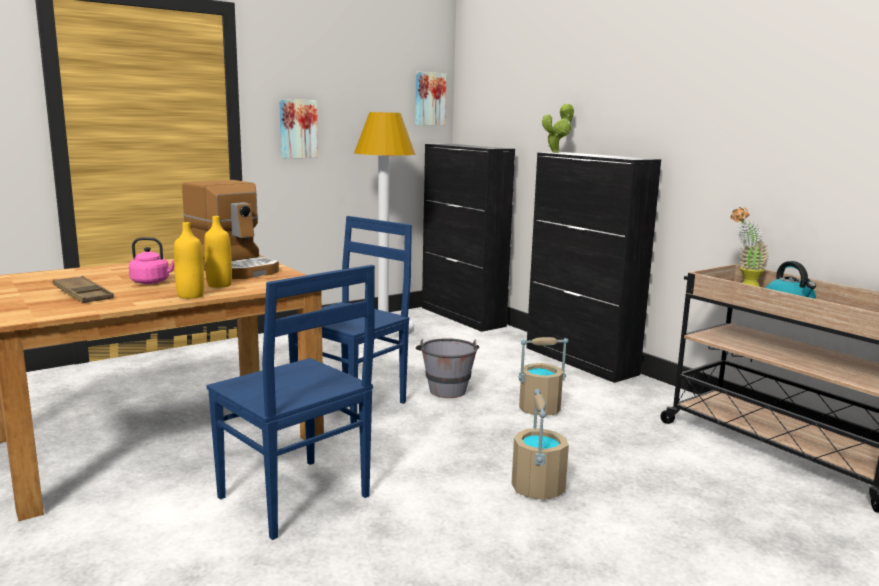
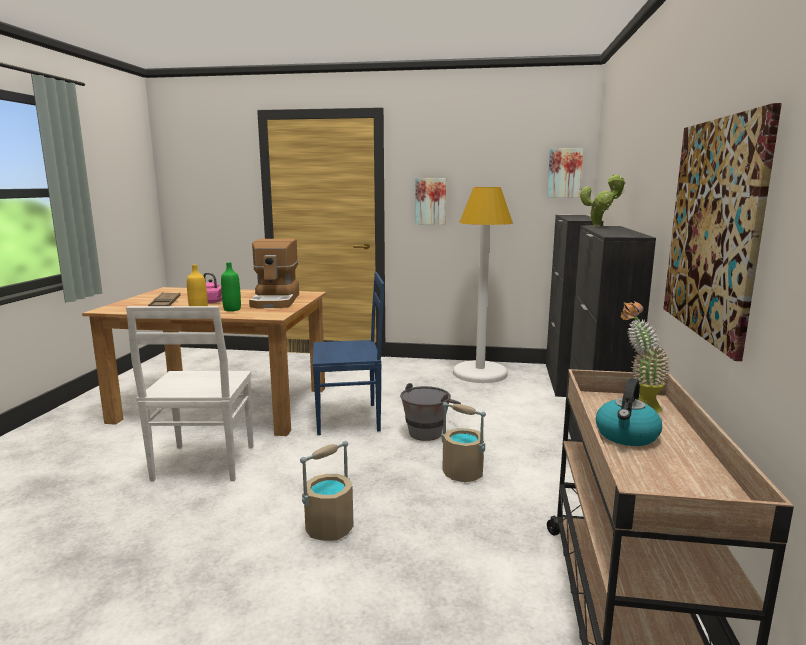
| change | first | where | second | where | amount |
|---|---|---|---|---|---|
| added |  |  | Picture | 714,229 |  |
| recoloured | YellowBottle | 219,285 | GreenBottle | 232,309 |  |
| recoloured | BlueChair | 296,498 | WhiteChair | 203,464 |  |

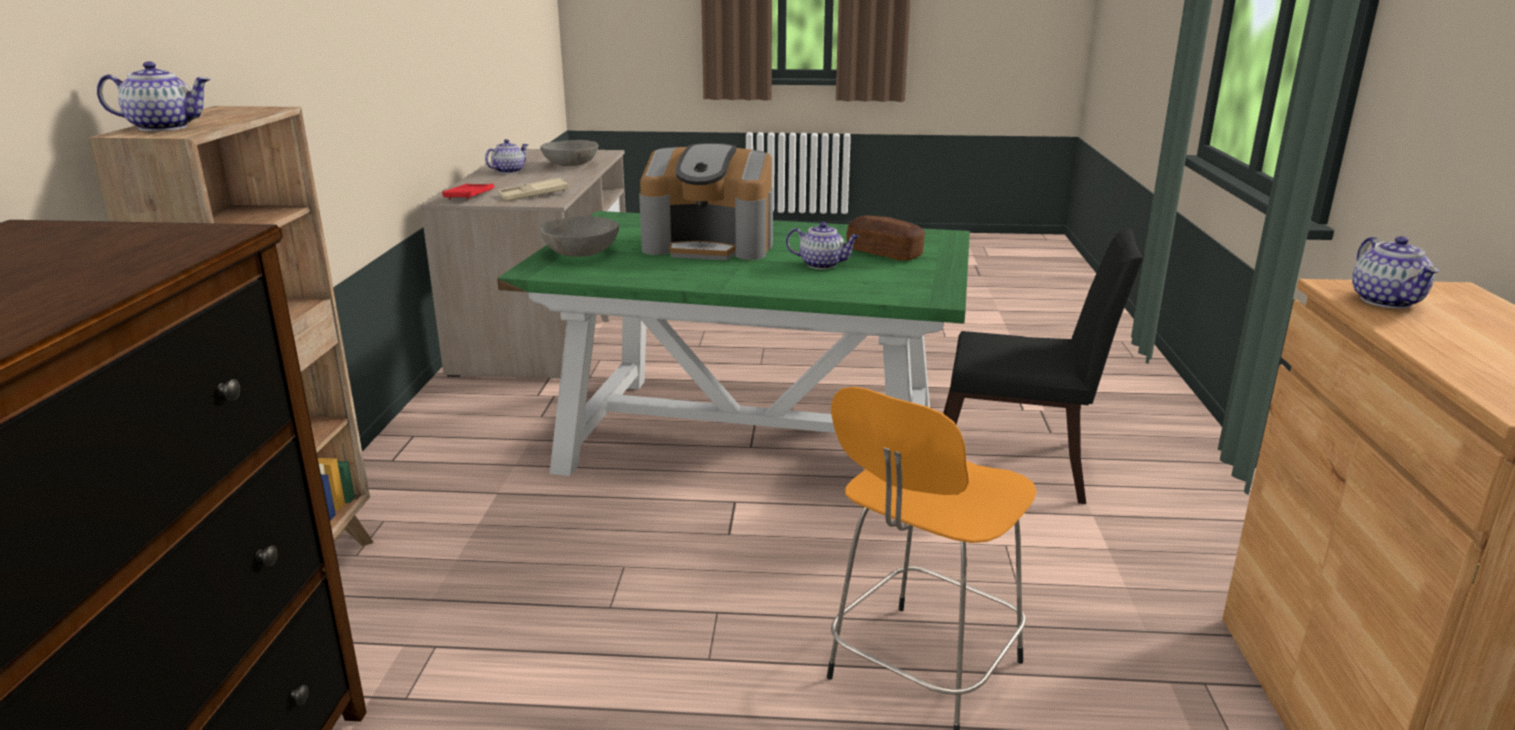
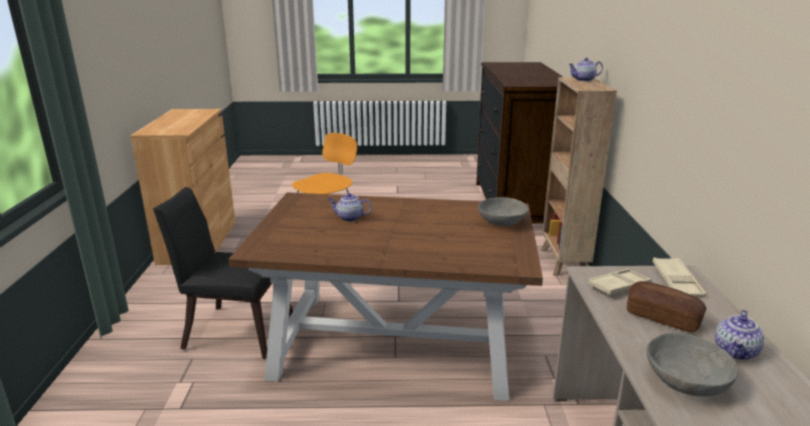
| change | first | where | second | where | amount |
|---|---|---|---|---|---|
| removed | CoffeeMachine | 710,245 |  |  |  |
| removed | Teapot | 1387,301 |  |  |  |
| moved | Bread | 884,253 |  | 662,317 |  |
| recoloured | RedTray | 469,196 | BeigeTray | 676,282 |  |
| recoloured | GreenDiningTable | 754,438 | BrownDiningTable | 393,343 |  |

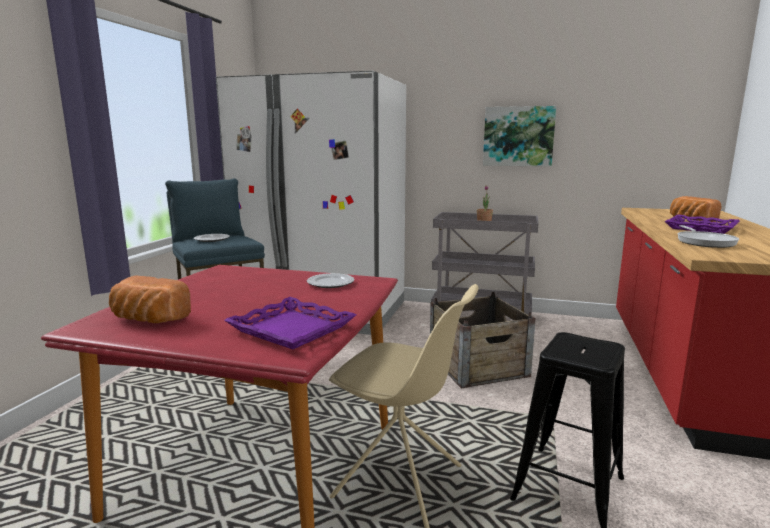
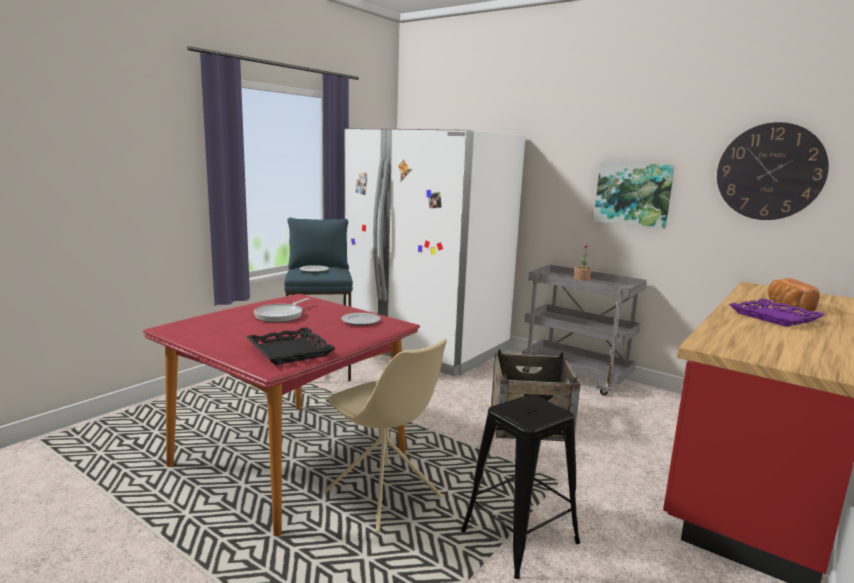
| change | first | where | second | where | amount |
|---|---|---|---|---|---|
| removed | Bread | 148,319 |  |  |  |
| added |  |  | WallClock | 770,172 |  |
| moved | FryingPan | 704,242 |  | 281,315 |  |
| recoloured | PurpleTray | 291,329 | BlackTray | 289,351 |  |

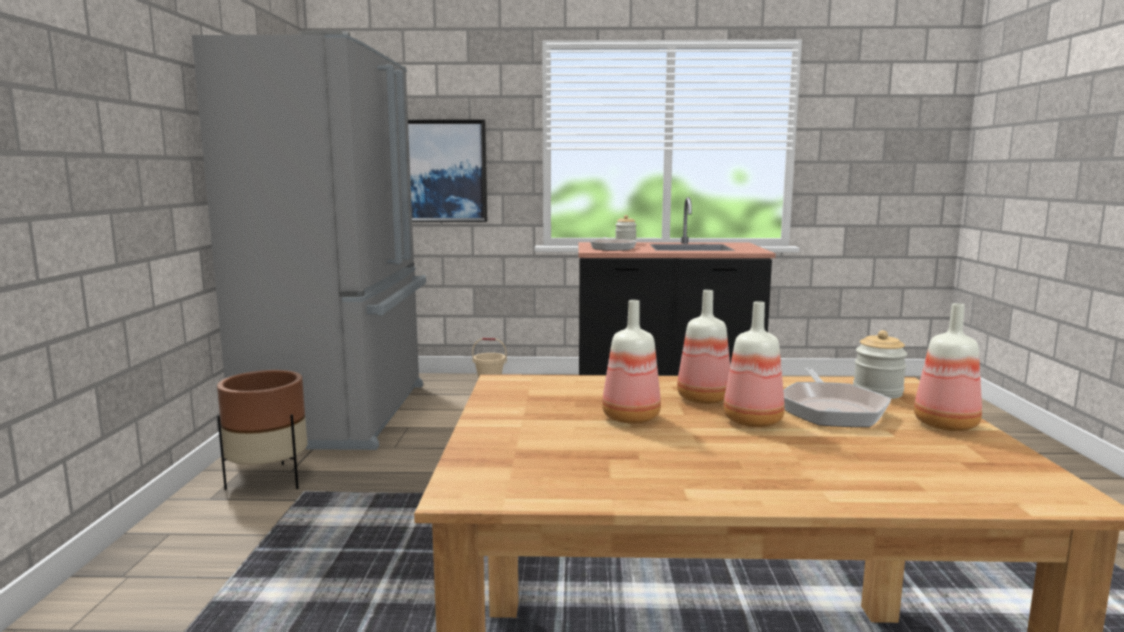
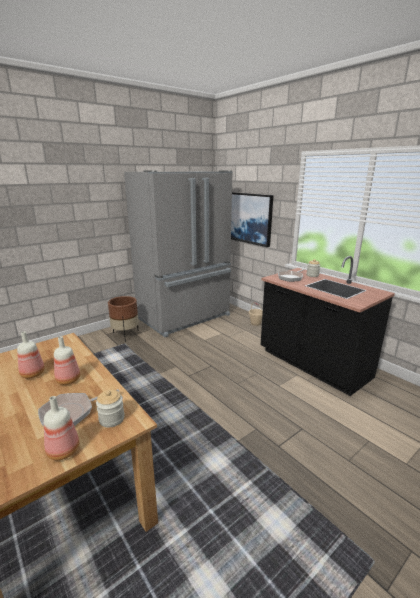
| change | first | where | second | where | amount |
|---|---|---|---|---|---|
| removed | Bottle | 754,421 |  |  |  |

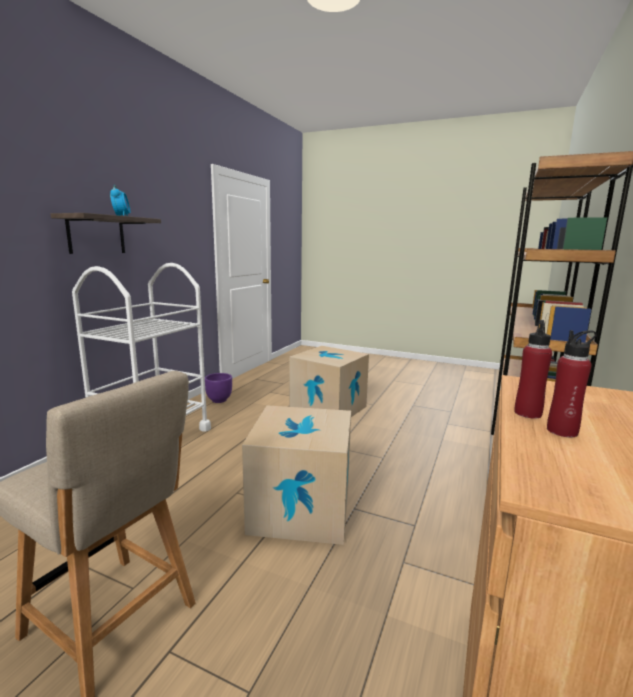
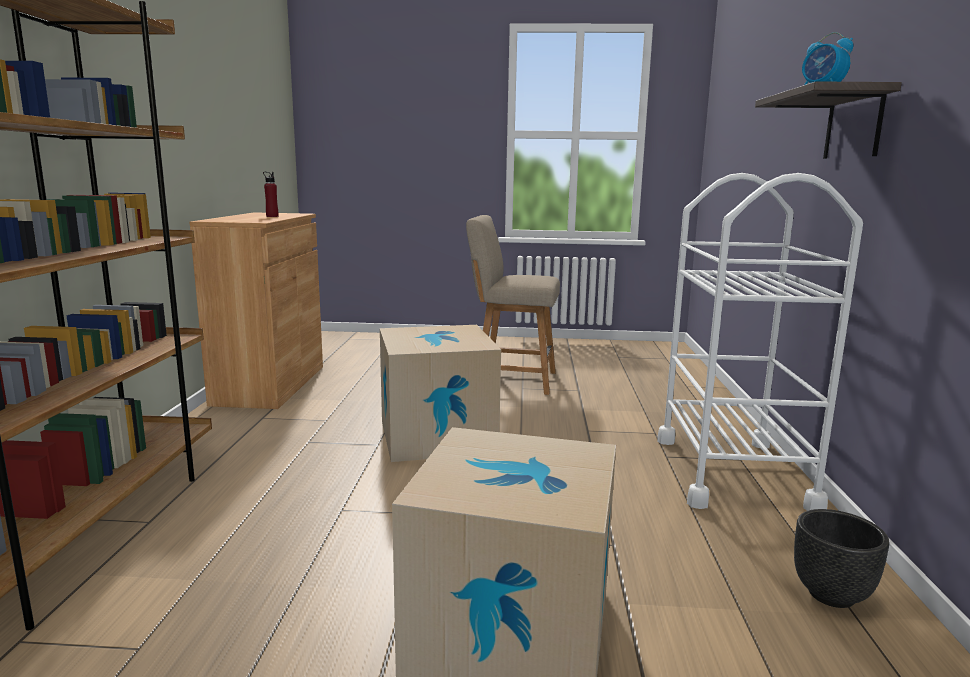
| change | first | where | second | where | amount |
|---|---|---|---|---|---|
| removed | RedBottle | 528,413 |  |  |  |
| recoloured | PurplePlanter | 219,400 | BlackPlanter | 830,594 |  |

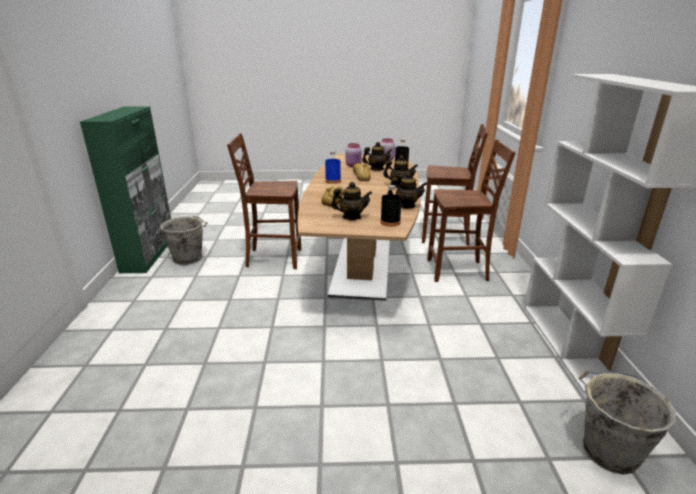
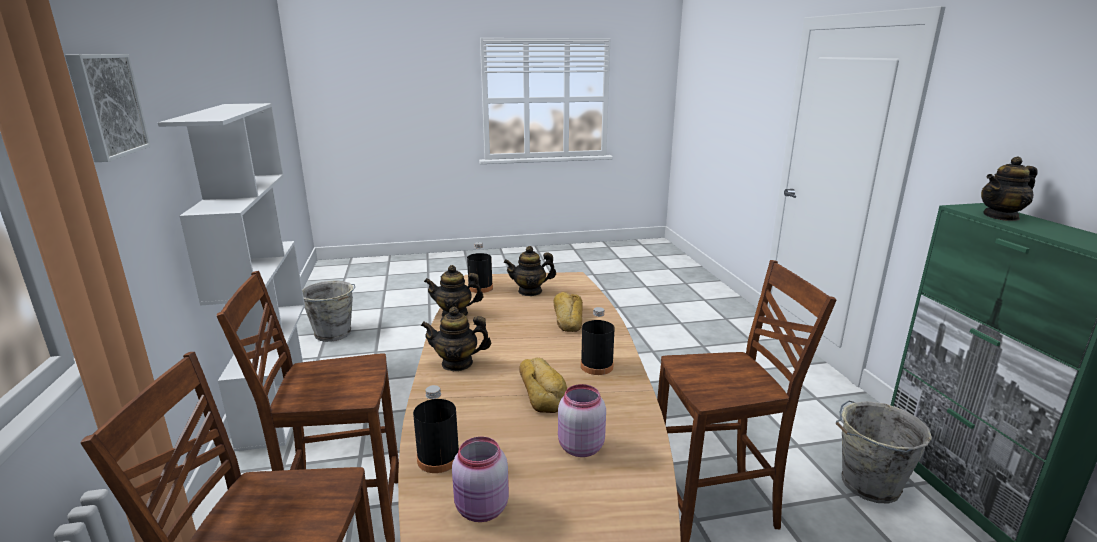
| change | first | where | second | where | amount |
|---|---|---|---|---|---|
| added |  |  | Picture | 105,105 |  |
| moved | Teapot | 376,169 |  | 1001,216 |  |
| recoloured | BlueBottle | 333,181 | BlackBottle | 596,366 |  |

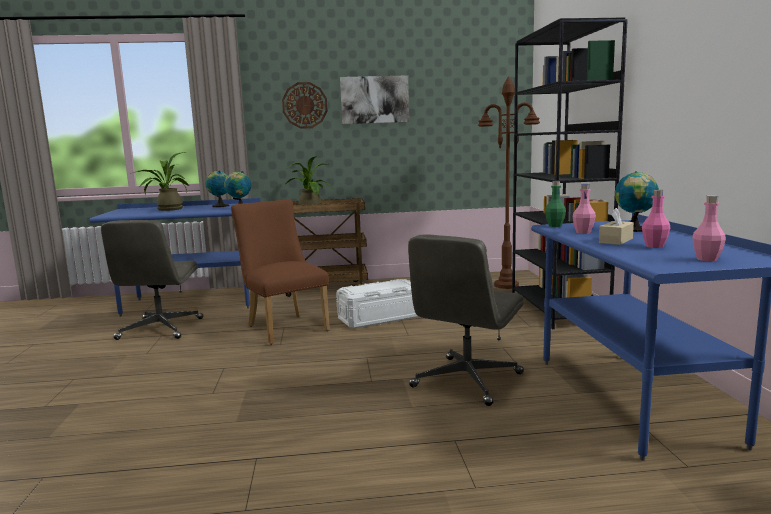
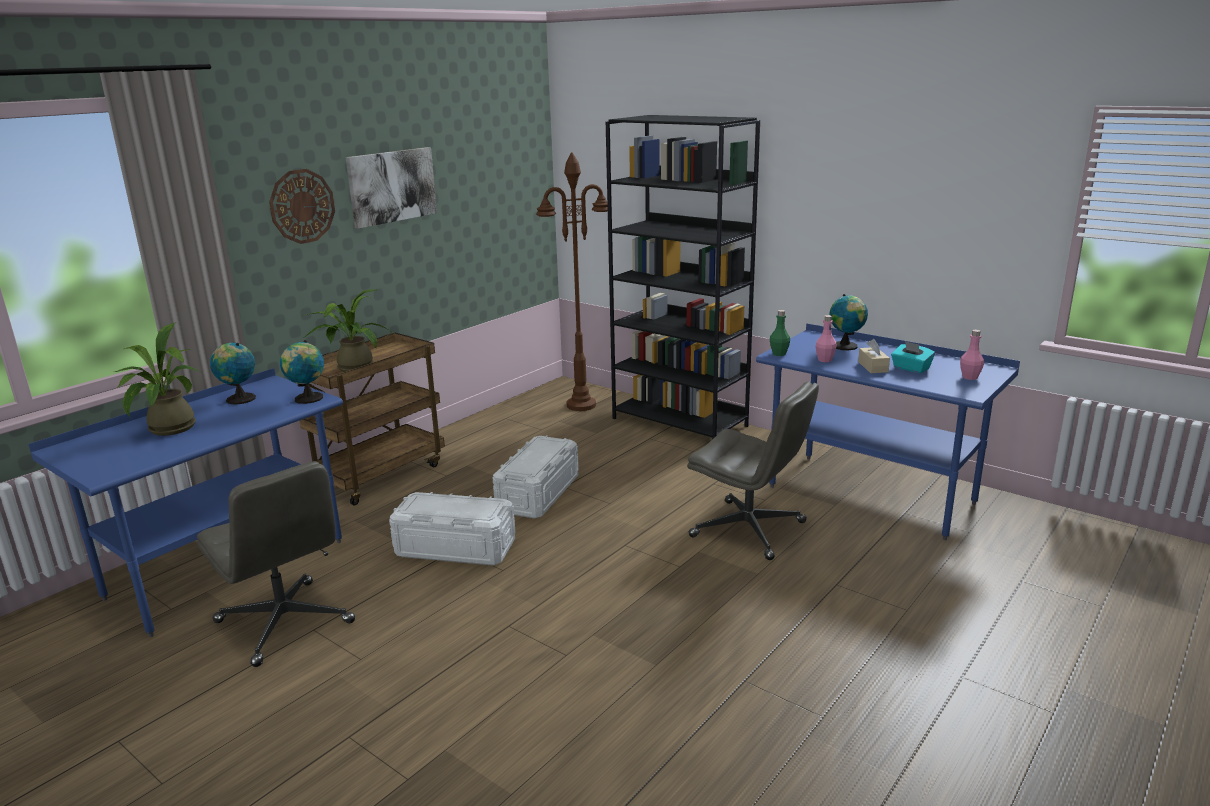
| change | first | where | second | where | amount |
|---|---|---|---|---|---|
| replaced | BrownChair | 284,327 | WhiteStorageBox | 455,548 |  |
| replaced | PinkBottle | 654,246 | TurquoiseTissueBox | 910,368 |  |
| turned | GreyOfficeChair | 466,381 |  | 749,530 | 45 degrees counterclockwise |

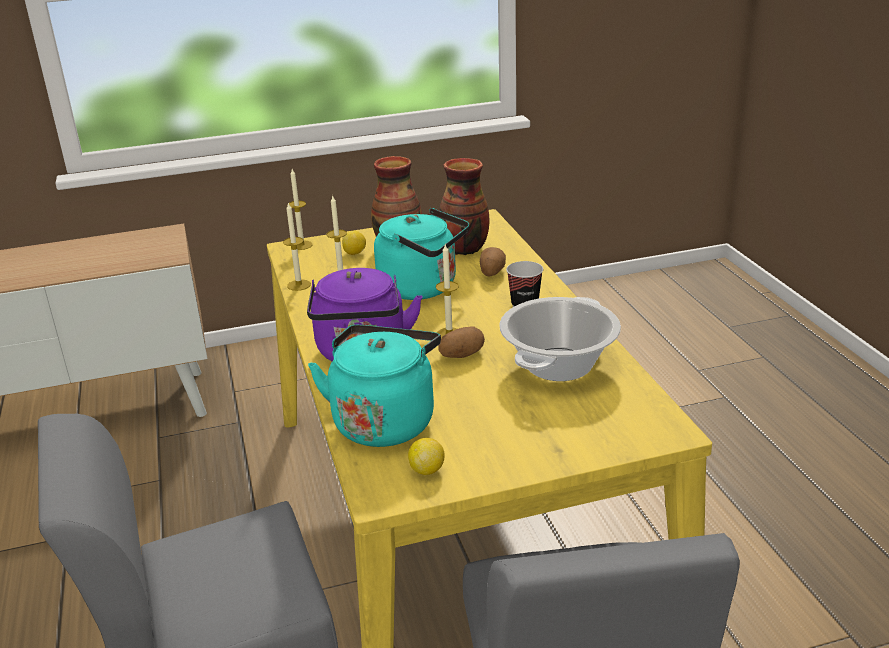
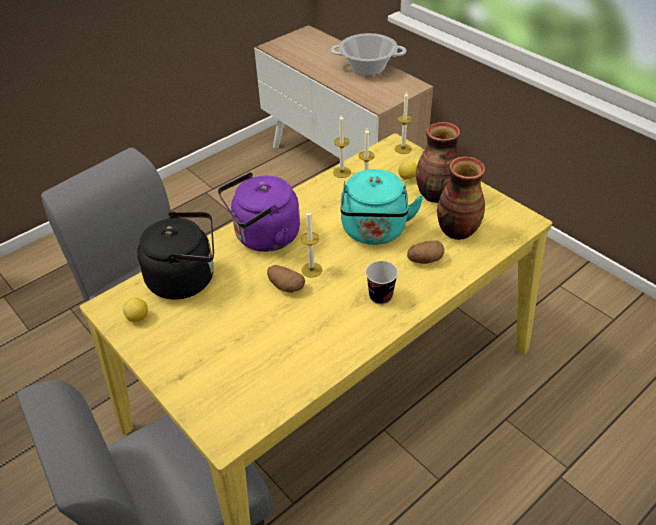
| change | first | where | second | where | amount |
|---|---|---|---|---|---|
| moved | CookingPot | 559,365 |  | 367,68 |  |
| recoloured | TurquoiseKettle | 385,420 | BlackKettle | 186,278 |  |

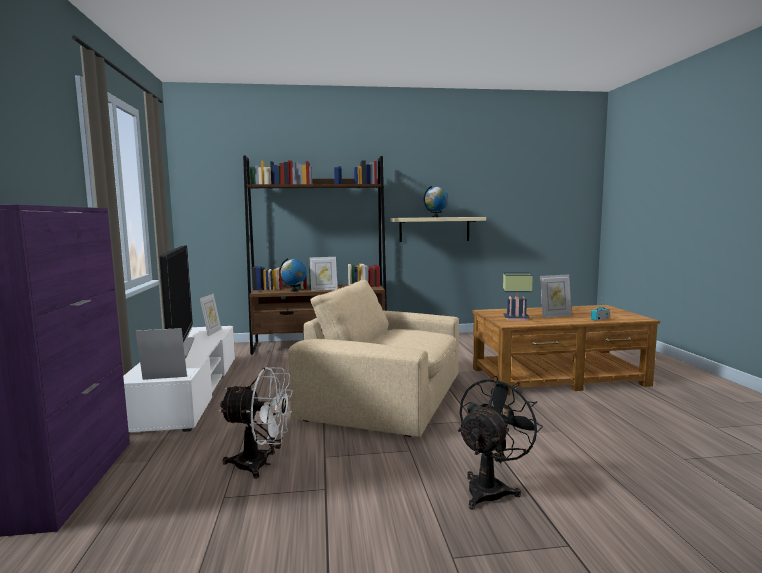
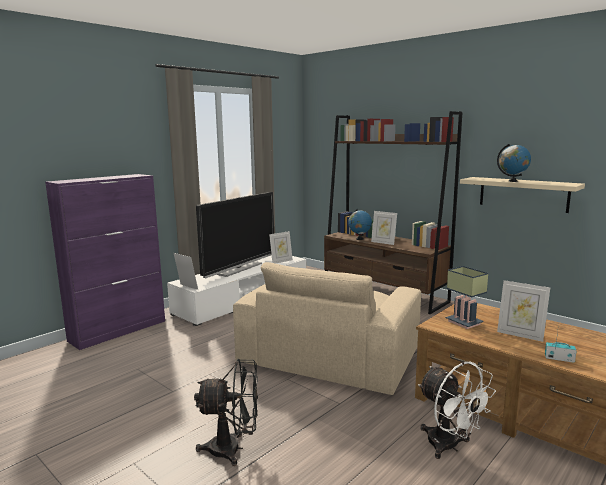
| change | first | where | second | where | amount |
|---|---|---|---|---|---|
| moved | WhiteFan | 261,464 |  | 449,446 |  |
| turned | BeigeArmchair | 387,396 |  | 330,354 | 135 degrees counterclockwise |

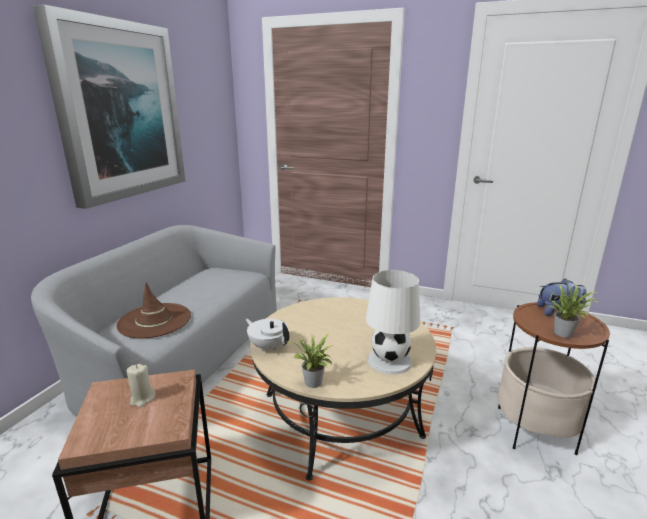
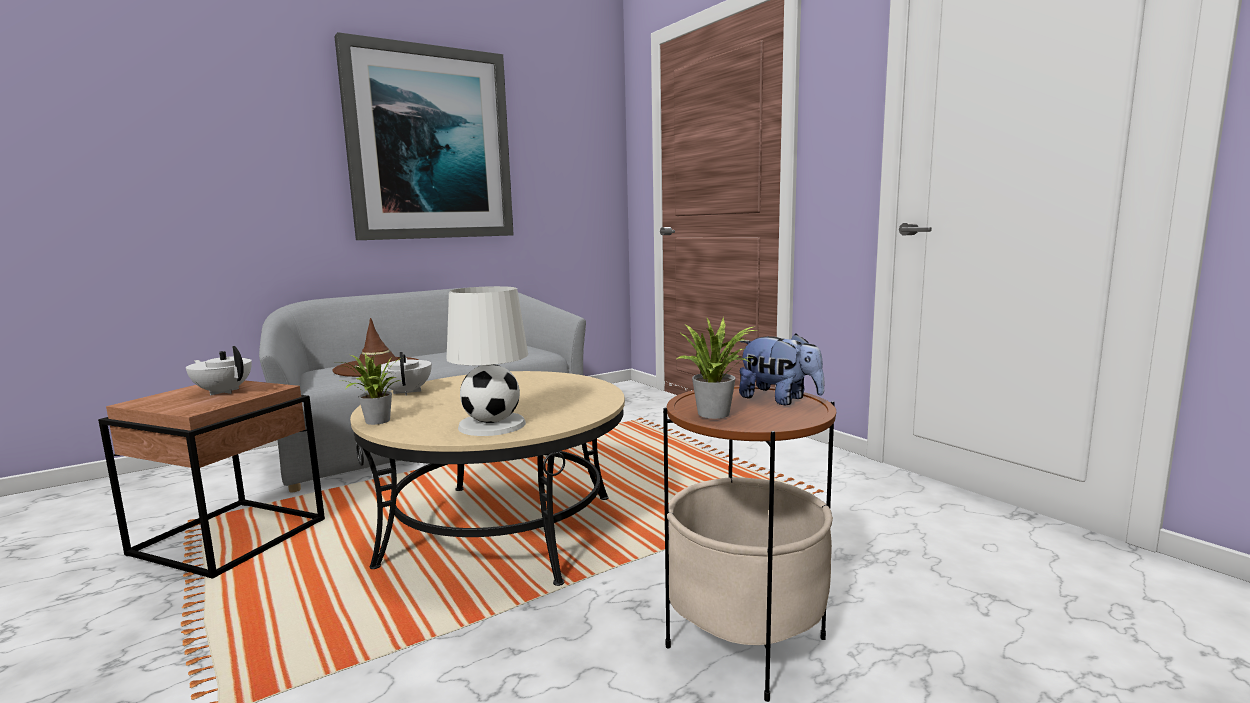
| change | first | where | second | where | amount |
|---|---|---|---|---|---|
| replaced | BeigeCandle | 142,399 | WhiteTeapot | 223,392 |  |

